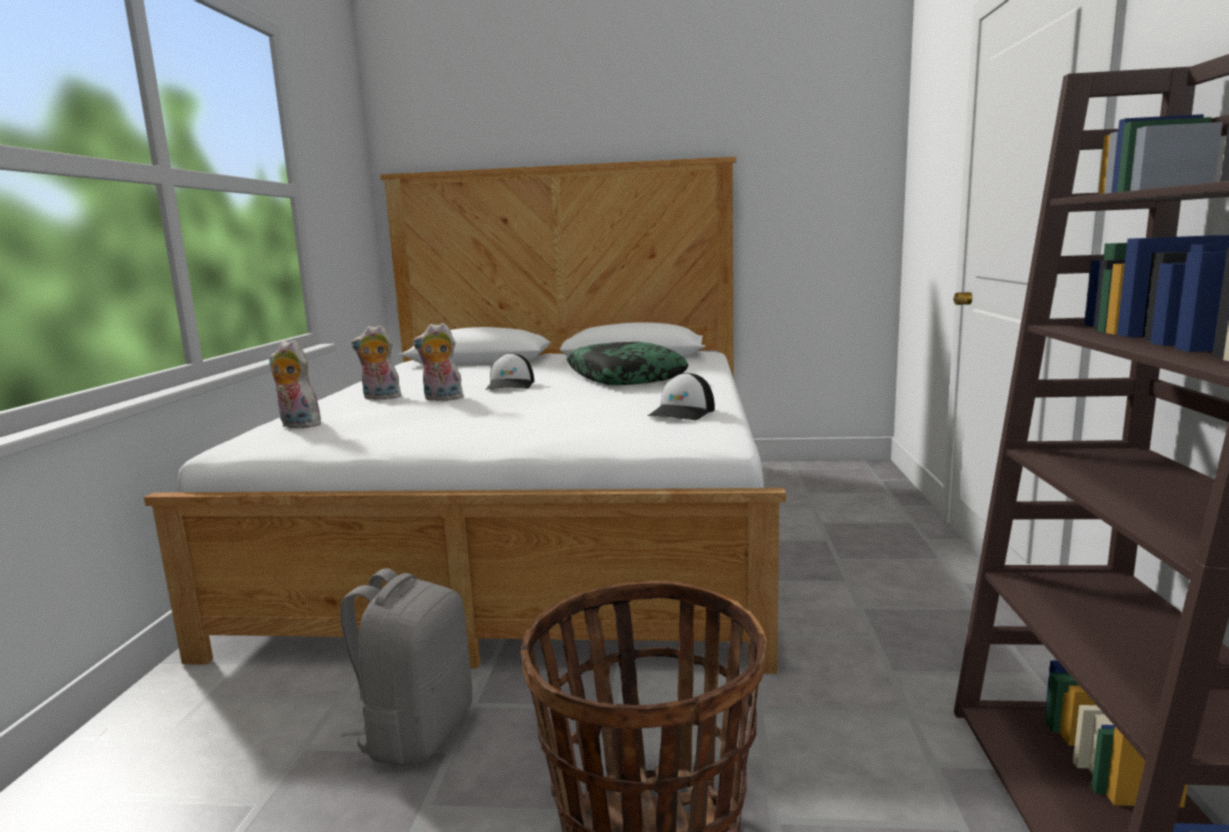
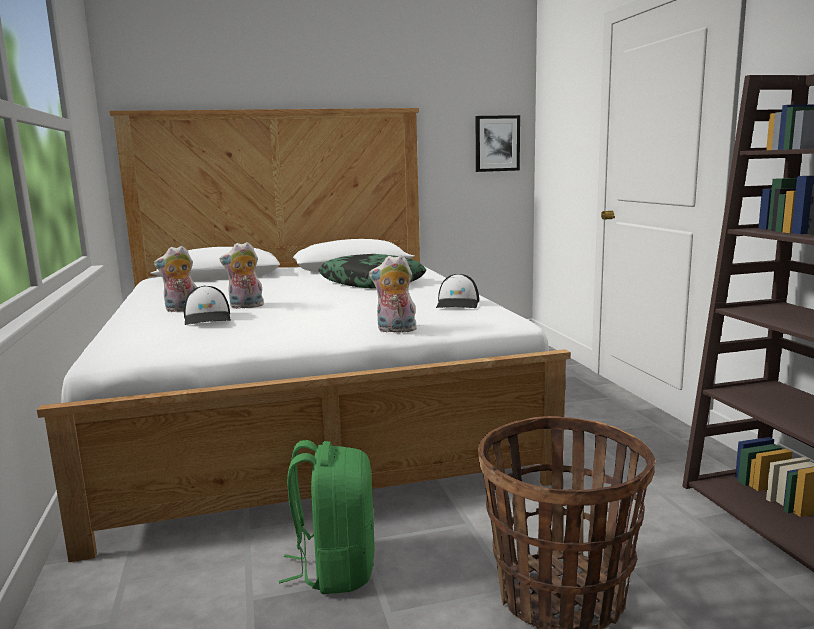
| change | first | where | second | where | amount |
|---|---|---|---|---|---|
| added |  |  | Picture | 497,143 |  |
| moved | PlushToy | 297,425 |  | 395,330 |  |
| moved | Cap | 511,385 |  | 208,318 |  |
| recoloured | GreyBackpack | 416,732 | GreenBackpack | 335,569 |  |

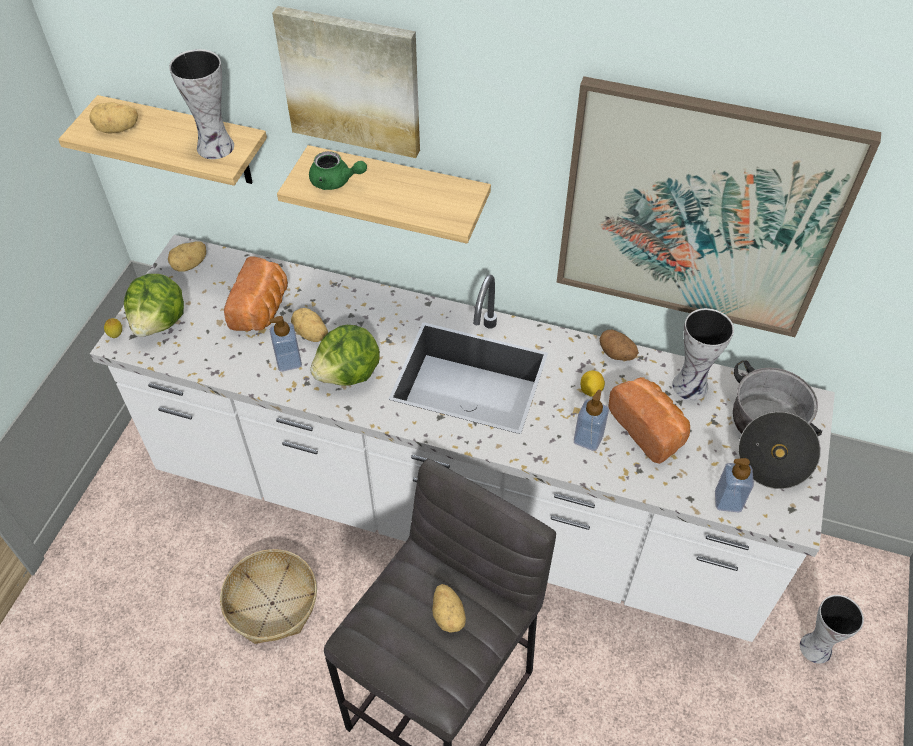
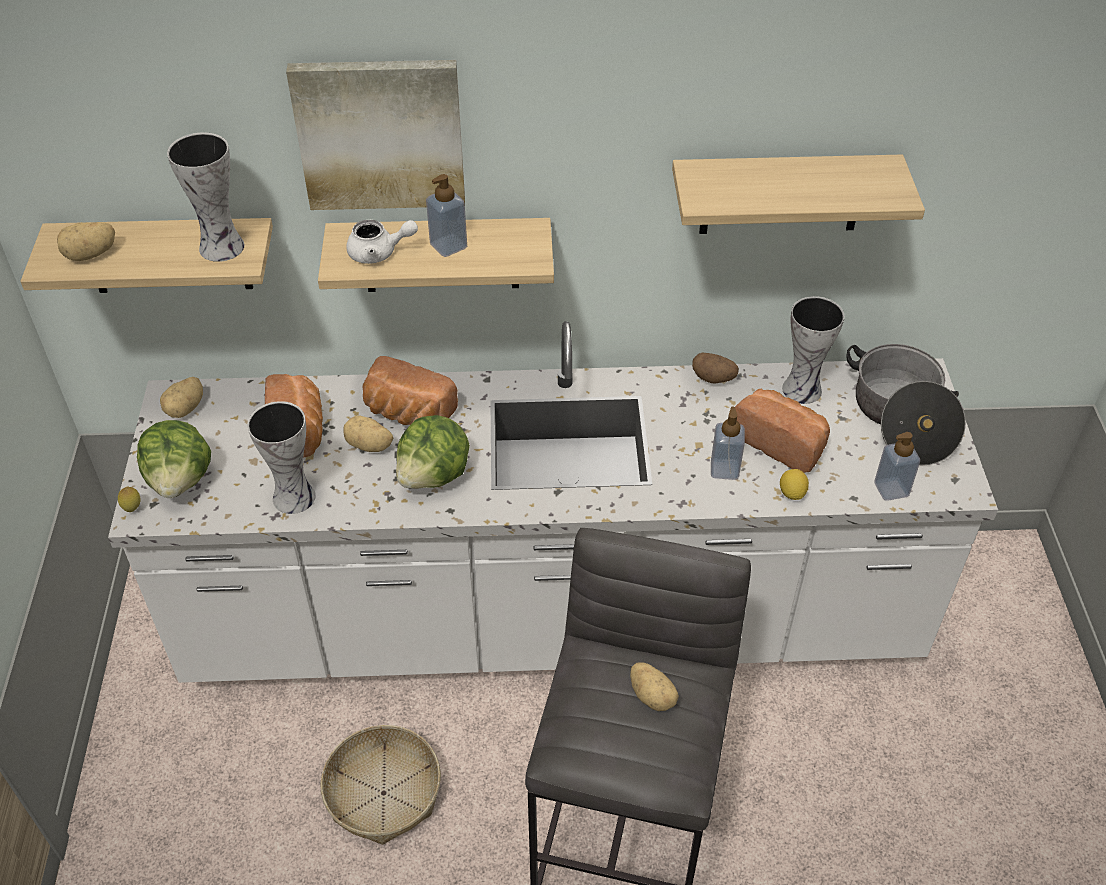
| change | first | where | second | where | amount |
|---|---|---|---|---|---|
| added |  |  | Bread | 407,414 |  |
| moved | SoapDispenser | 289,361 |  | 448,246 |  |
| moved | Lemon | 591,390 |  | 792,493 |  |
| moved | Vase | 815,646 |  | 294,495 |  |
| replaced | Picture | 698,212 | Shelf | 782,194 |  |
| recoloured | GreenTeapot | 335,182 | WhiteTeapot | 379,253 |  |

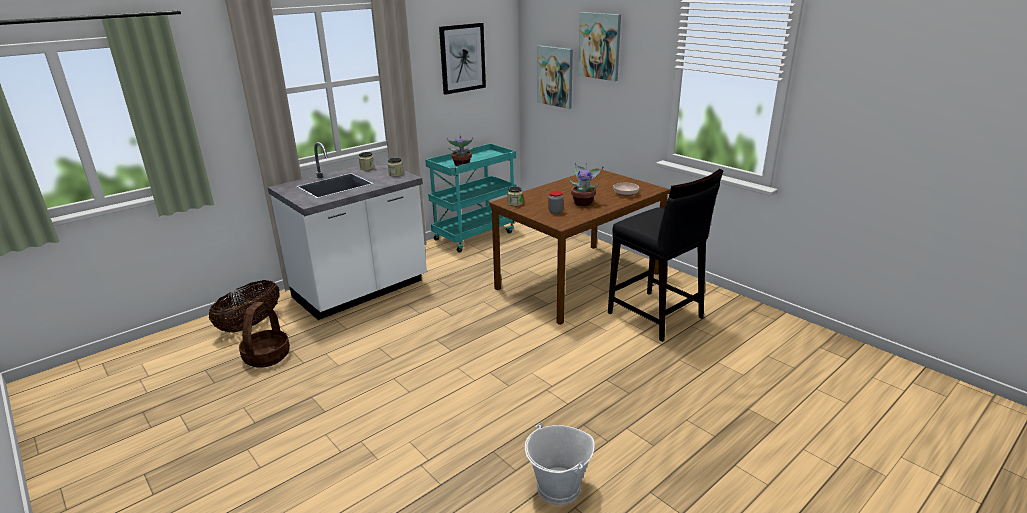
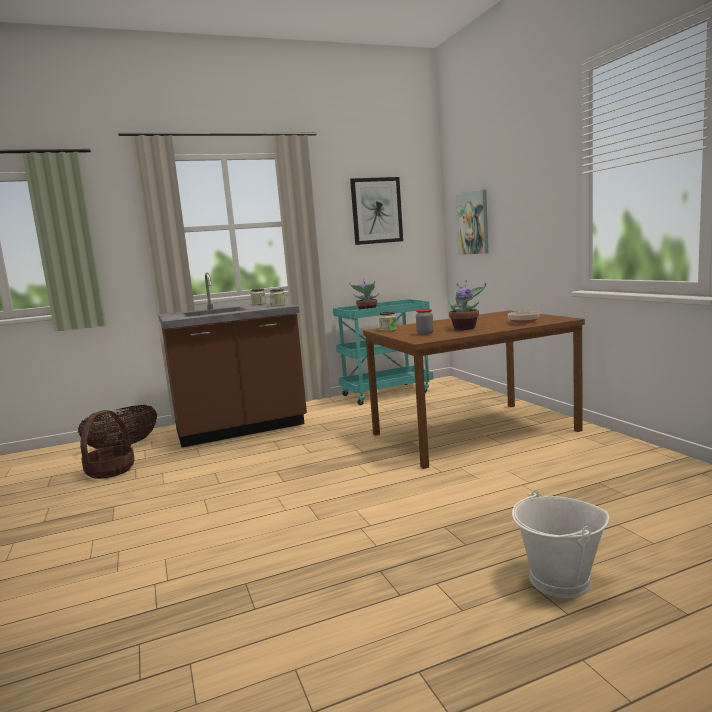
| change | first | where | second | where | amount |
|---|---|---|---|---|---|
| removed | Picture | 600,46 |  |  |  |
| removed | BlackStool | 655,316 |  |  |  |
| moved | WhiteBucket | 558,488 |  | 559,581 |  |
| recoloured | WhiteCounter | 361,291 | BrownCounter | 241,429 |  |

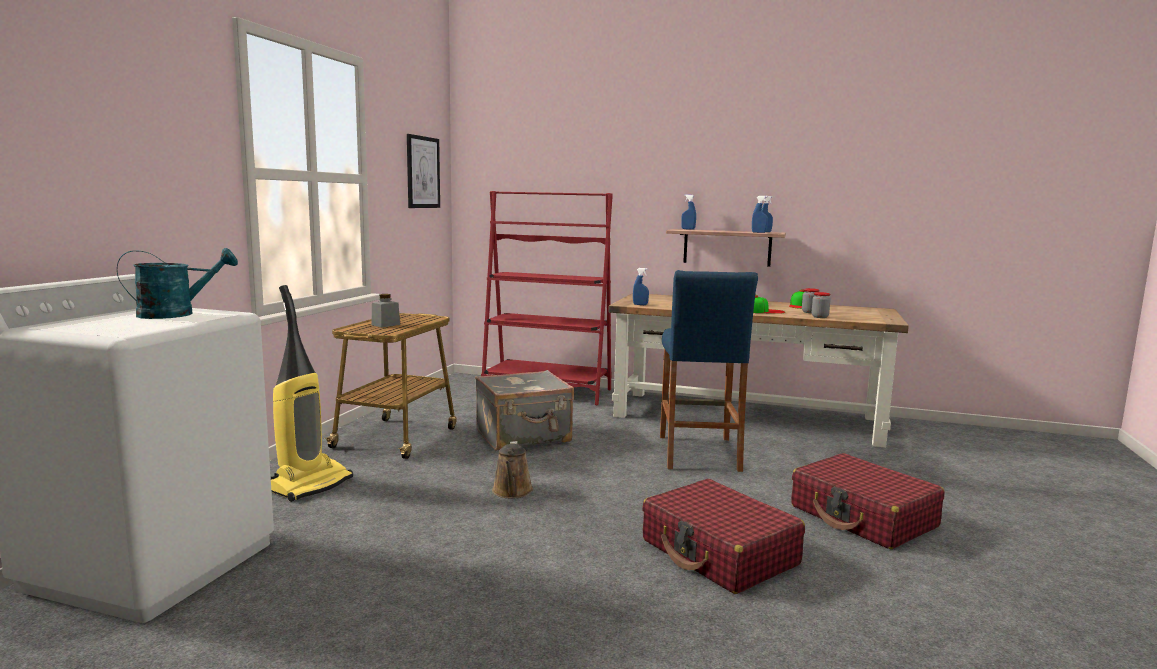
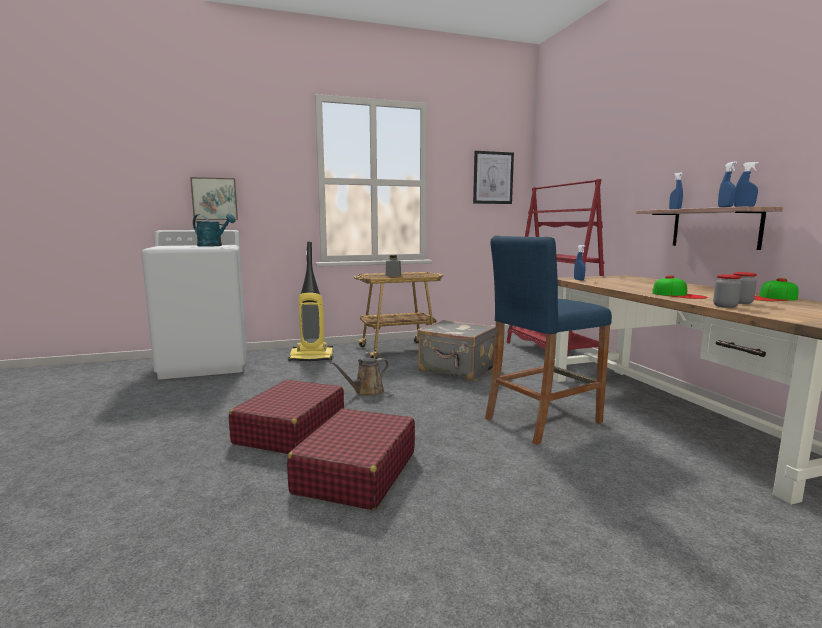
| change | first | where | second | where | amount |
|---|---|---|---|---|---|
| added |  |  | Picture | 214,199 |  |
| moved | RedSuitcase | 863,517 |  | 290,430 |  |

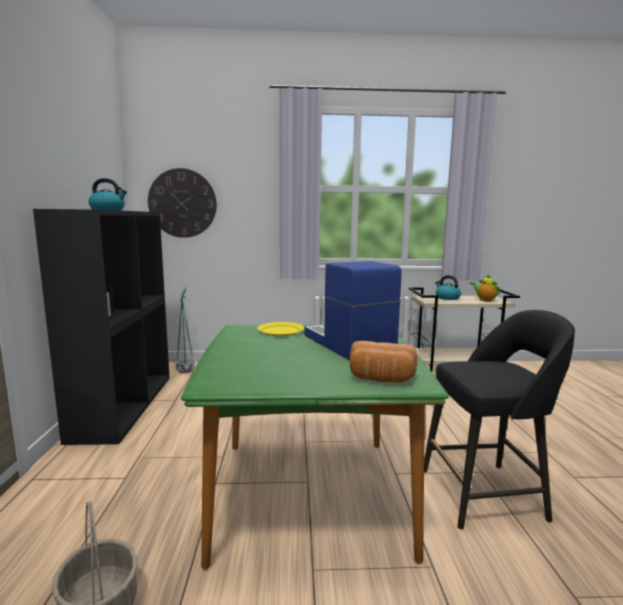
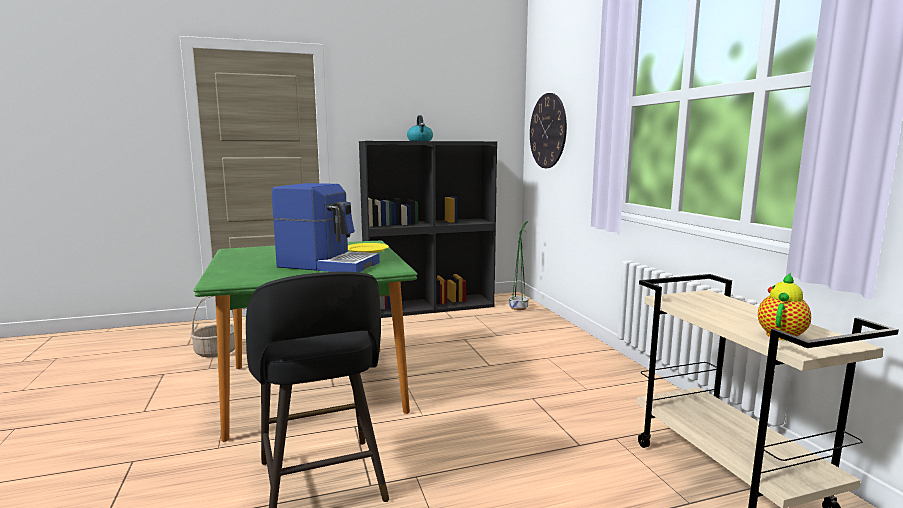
| change | first | where | second | where | amount |
|---|---|---|---|---|---|
| removed | Bread | 381,379 |  |  |  |
| removed | Kettle | 447,298 |  |  |  |
| turned | CoffeeMachine | 347,344 |  | 328,264 | 60 degrees clockwise |

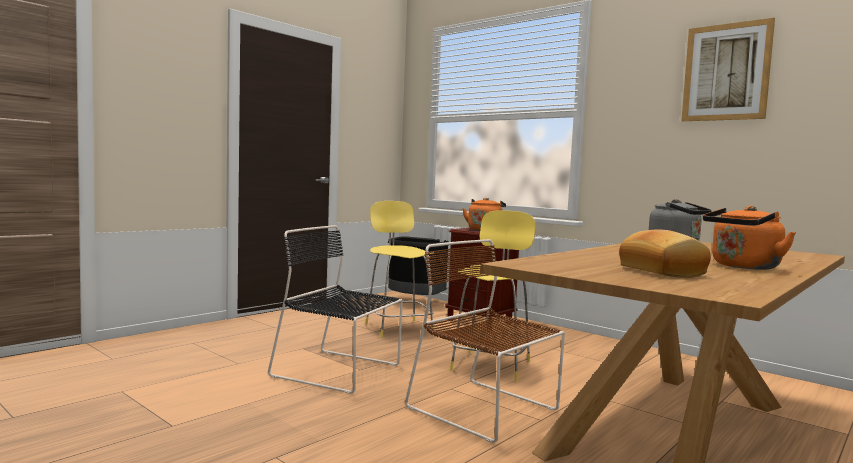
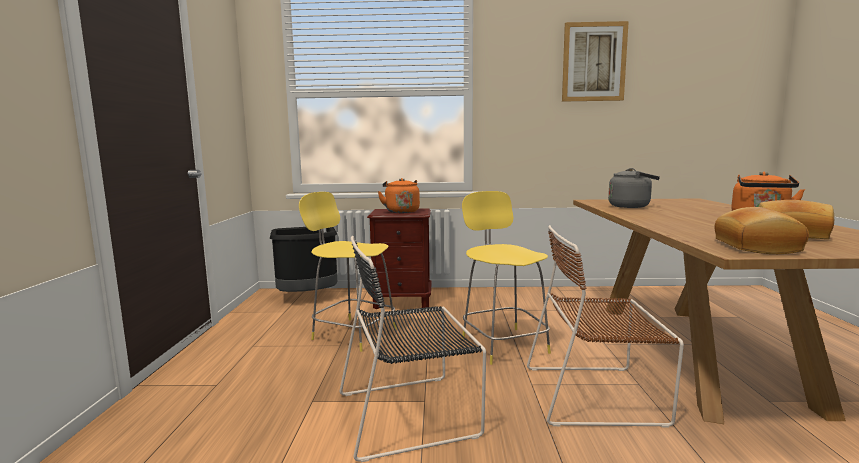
| change | first | where | second | where | amount |
|---|---|---|---|---|---|
| added |  |  | Bread | 754,247 |  |

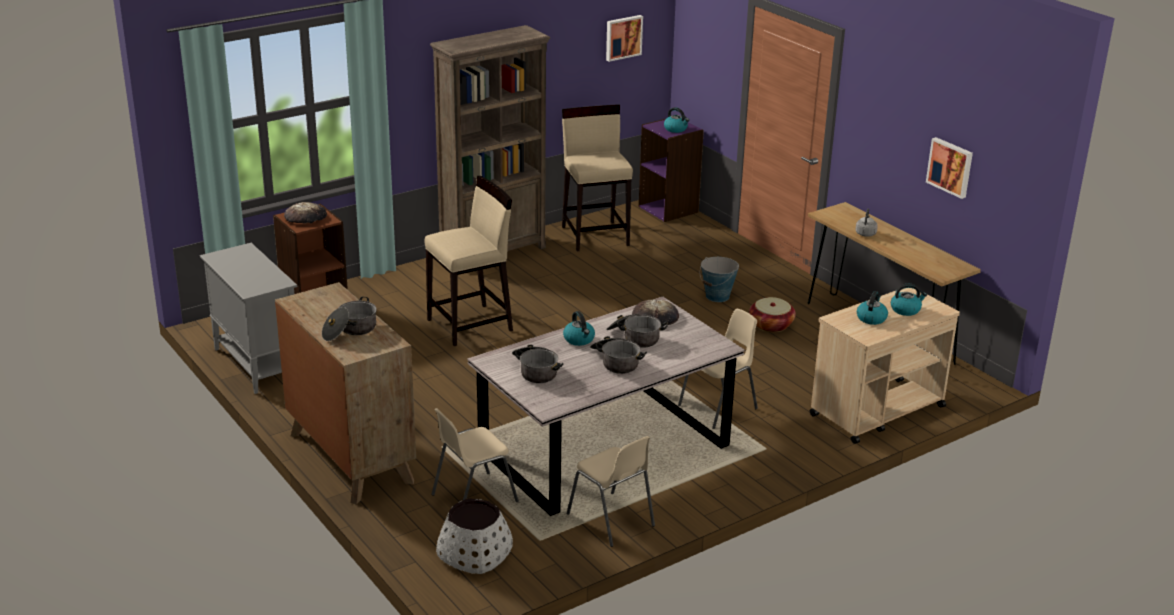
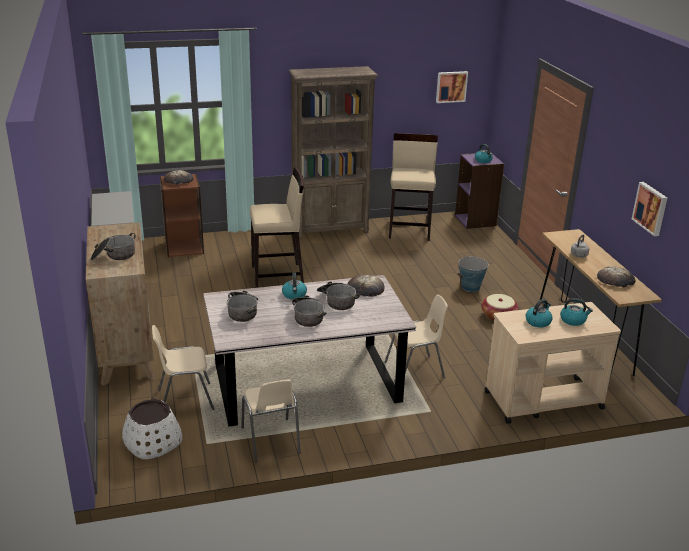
| change | first | where | second | where | amount |
|---|---|---|---|---|---|
| added |  |  | Bread | 615,280 |  |

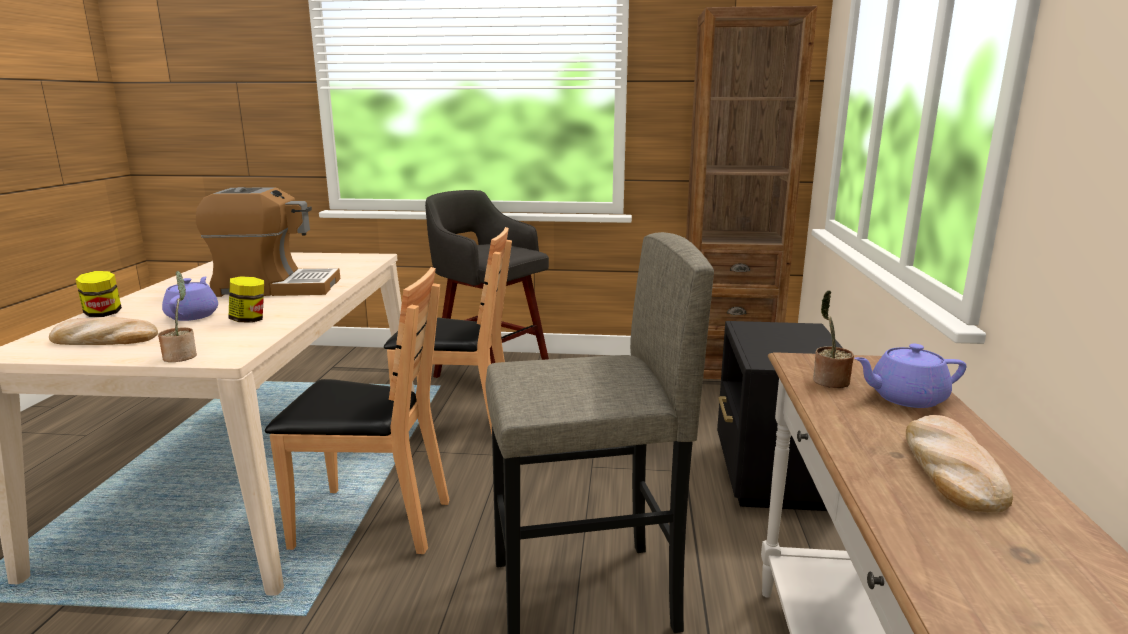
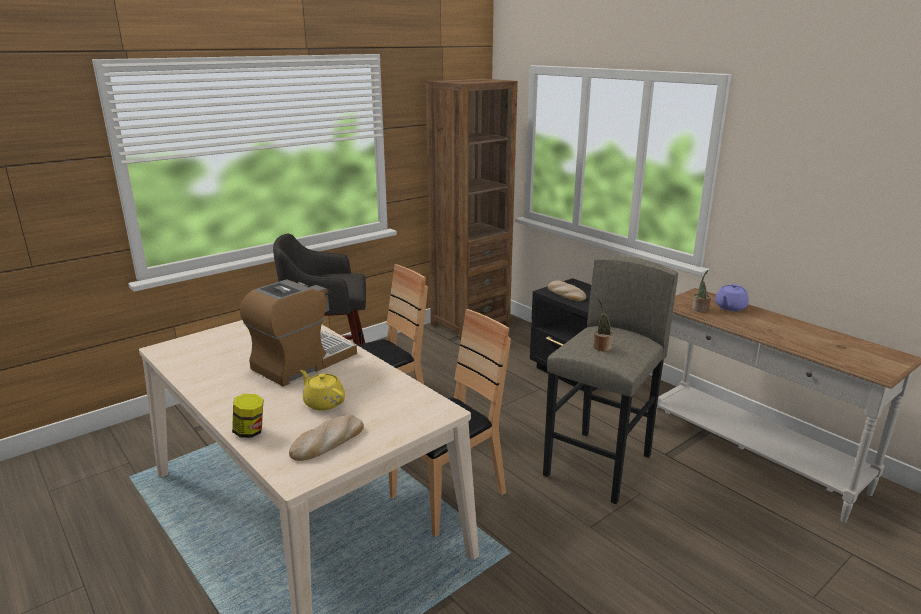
| change | first | where | second | where | amount |
|---|---|---|---|---|---|
| removed | Jar | 249,320 |  |  |  |
| moved | PottedPlant | 181,356 |  | 601,347 |  |
| moved | Bread | 949,468 |  | 565,294 |  |
| recoloured | PurpleTeapot | 193,315 | YellowTeapot | 323,402 |  |

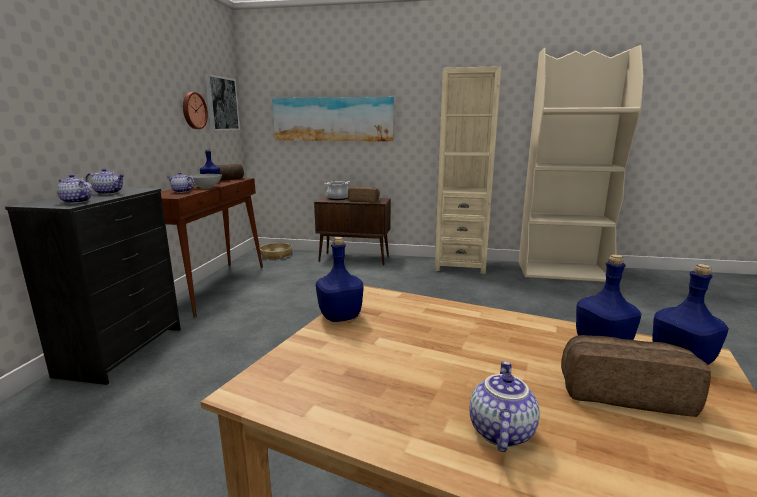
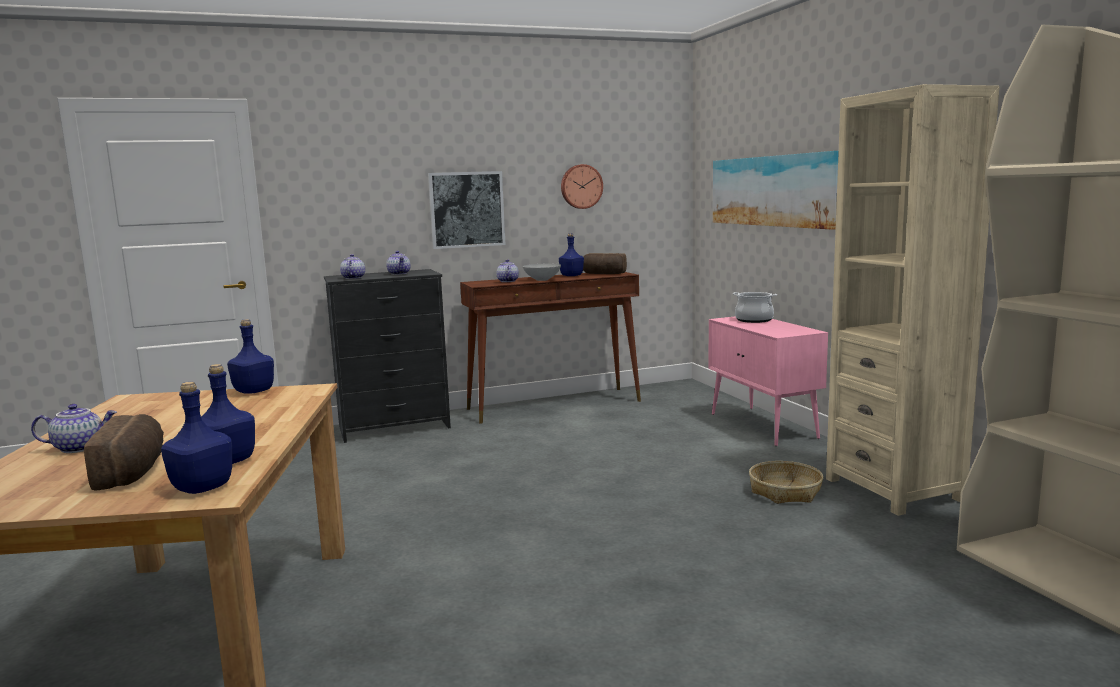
| change | first | where | second | where | amount |
|---|---|---|---|---|---|
| removed | Bread | 364,201 |  |  |  |
| moved | Picture | 221,104 |  | 466,209 |  |
| moved | Basket | 276,255 |  | 785,491 |  |
| recoloured | BrownCabinet | 355,259 | PinkCabinet | 763,426 |  |

